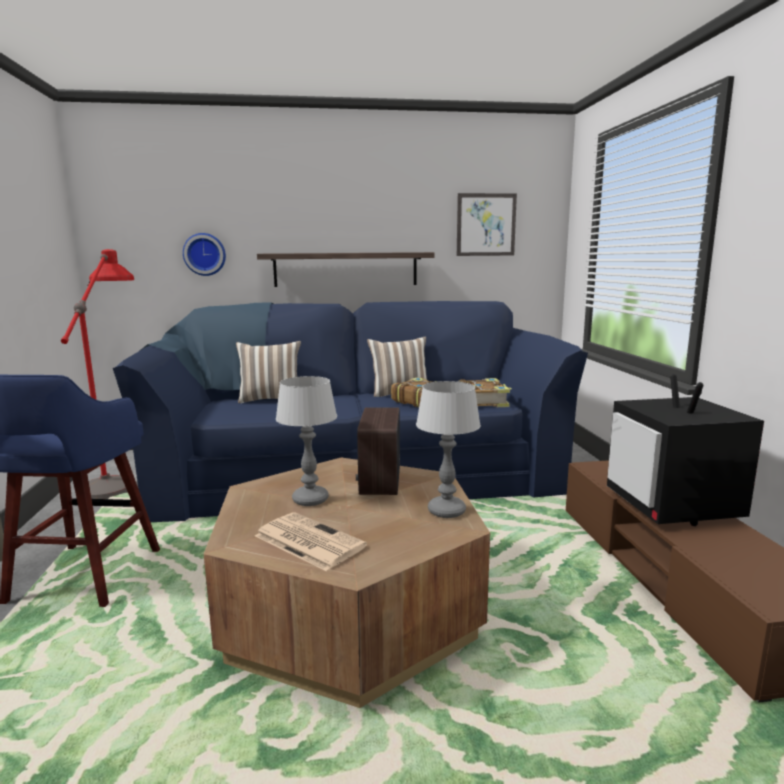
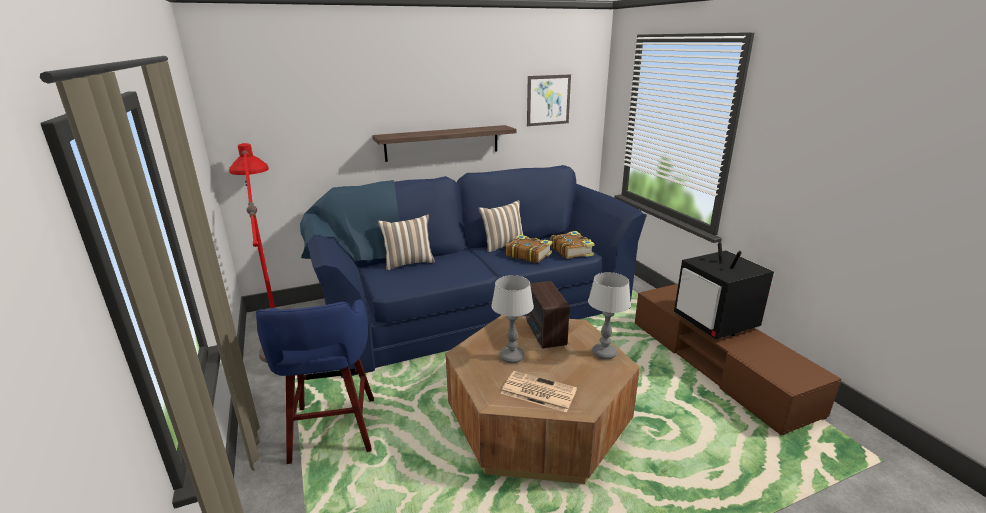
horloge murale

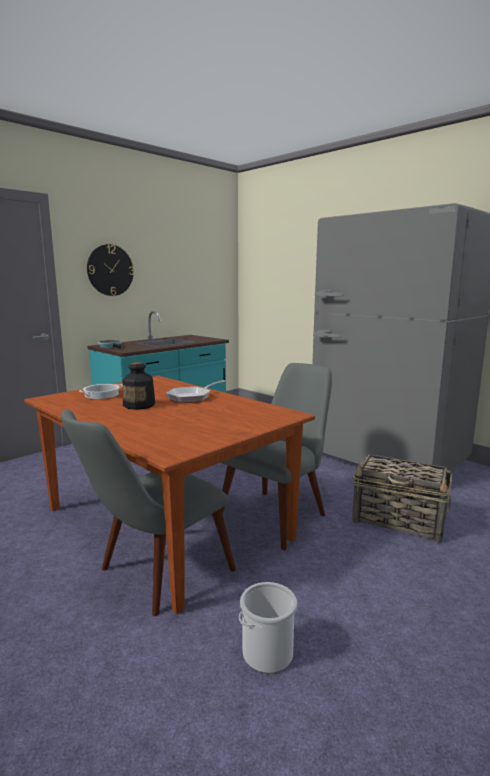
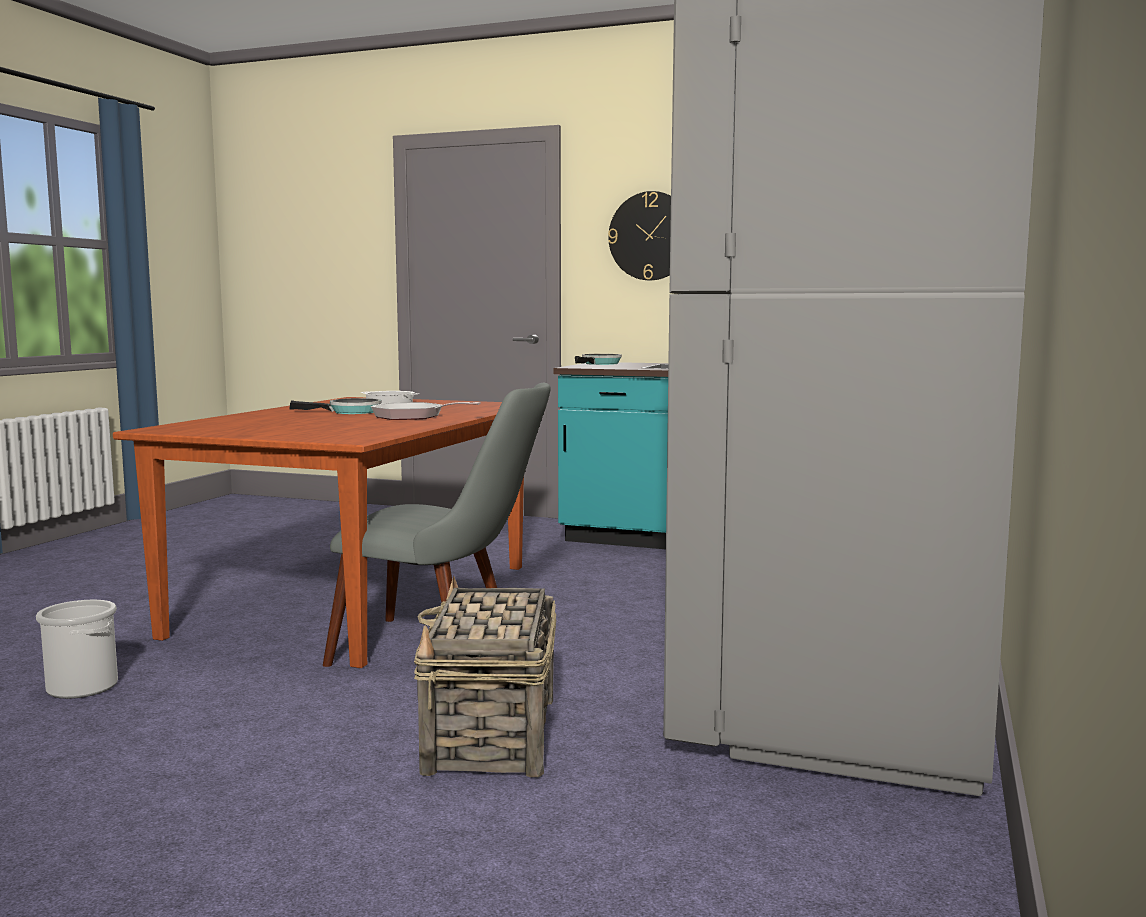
chaise (gris) (no. 1 from left in the first image); poêle (no. 1 from left)

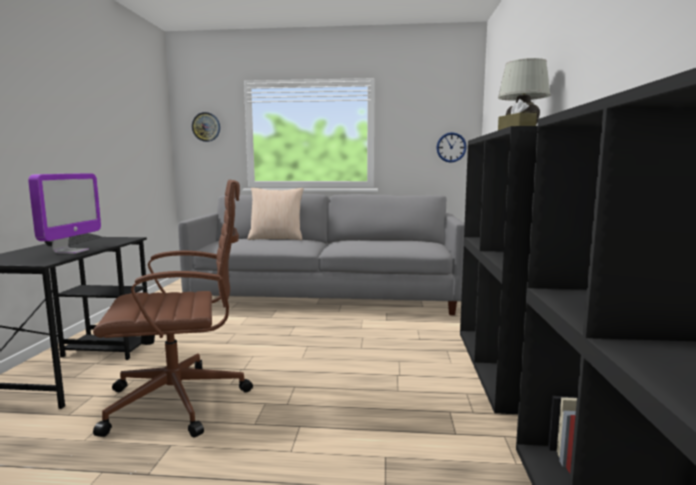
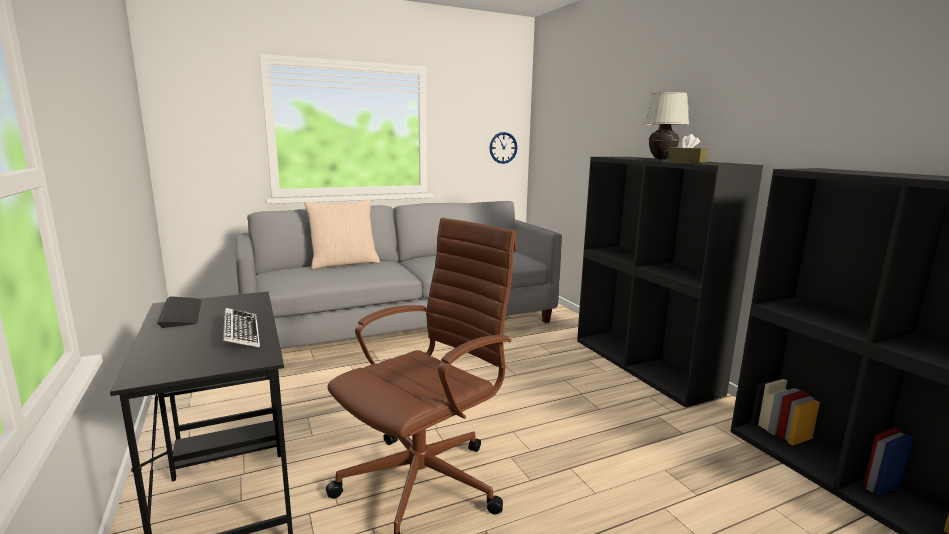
horloge murale (no. 1 from left in the first image); clavier (no. 2 from left)

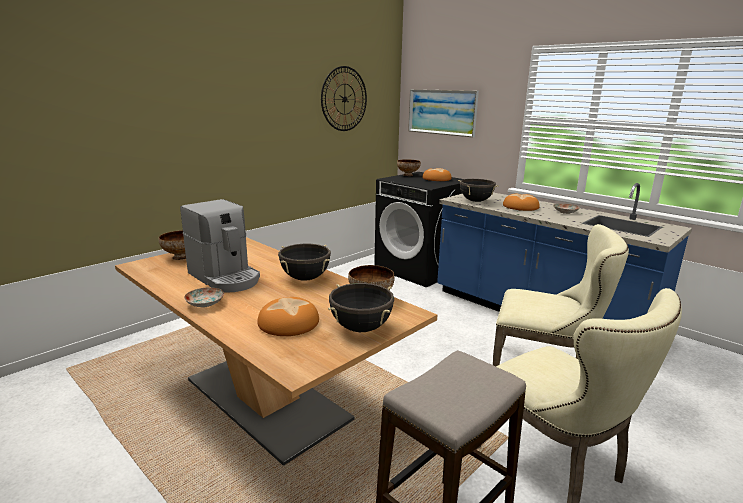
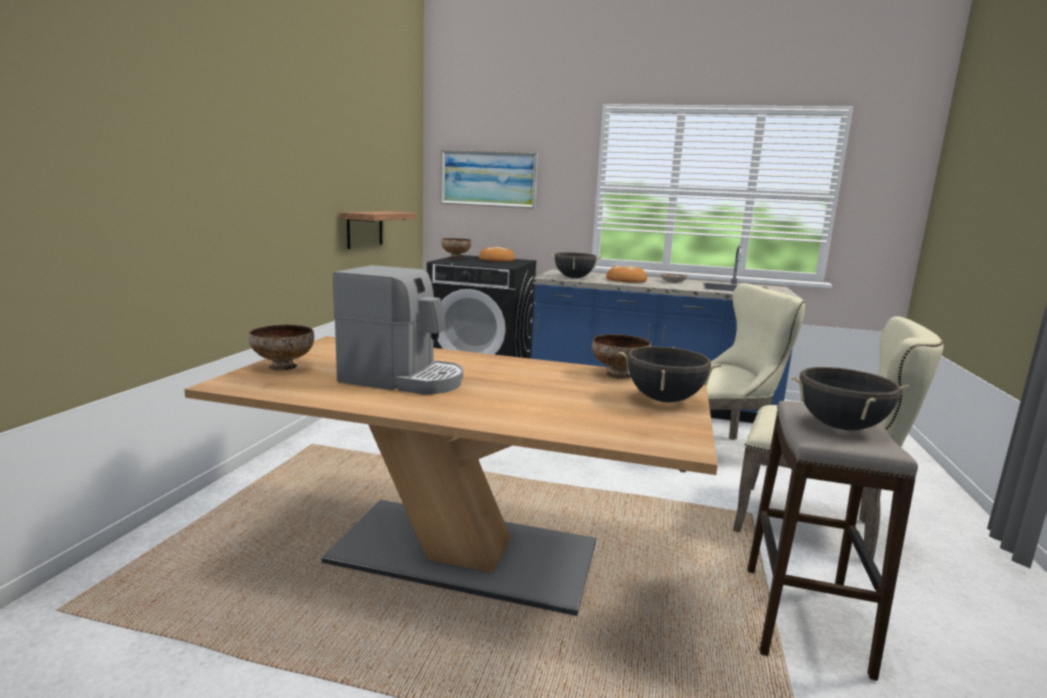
assiette (no. 1 from left in the first image); pain (no. 1 from left in the first image); horloge murale; étagère; marmite (noir) (no. 3 from left)

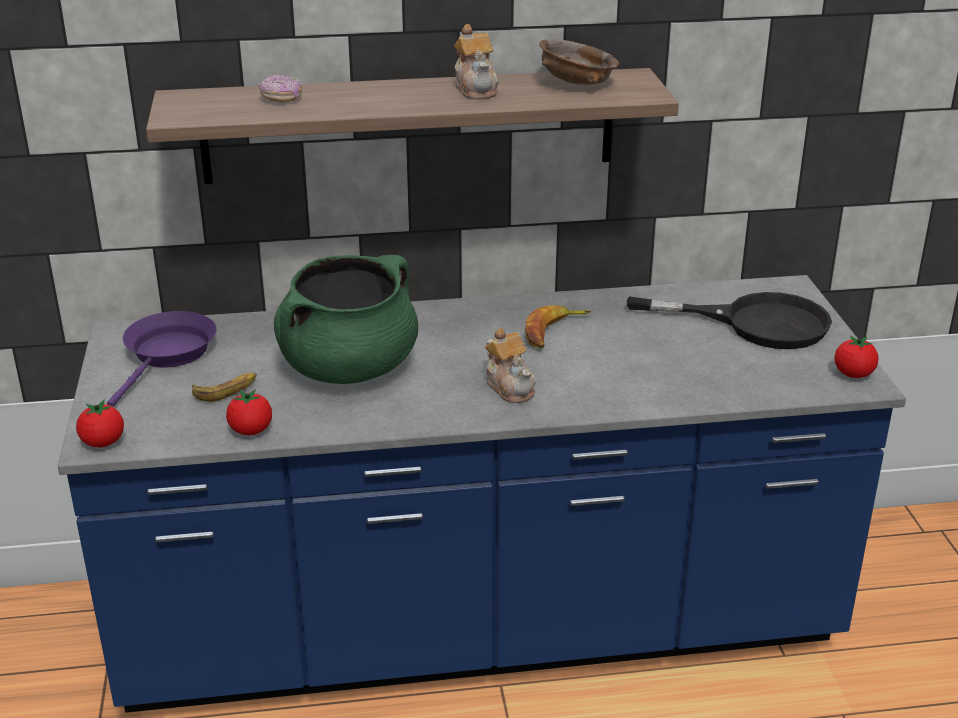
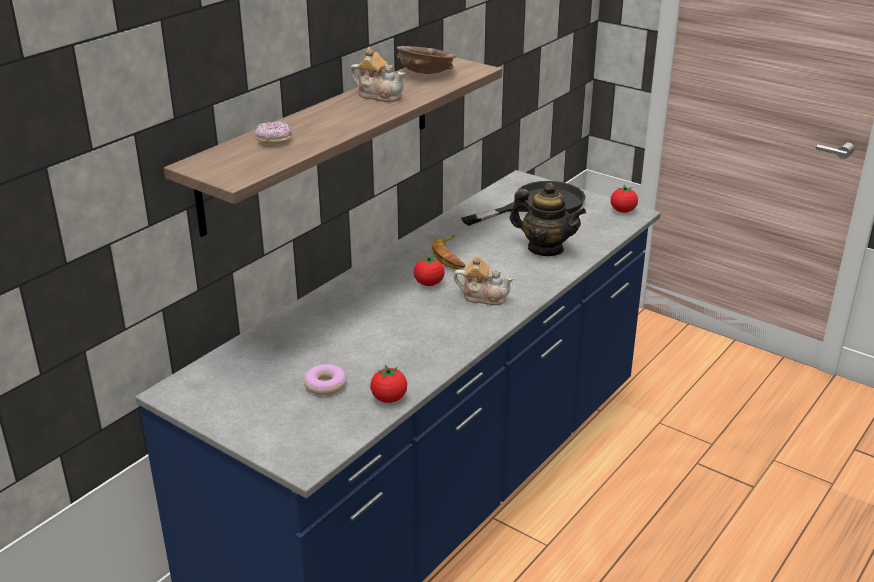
poêle (violet); marmite (vert); théière (no. 3 from left); tomate (no. 2 from left); beignet (no. 2 from left)

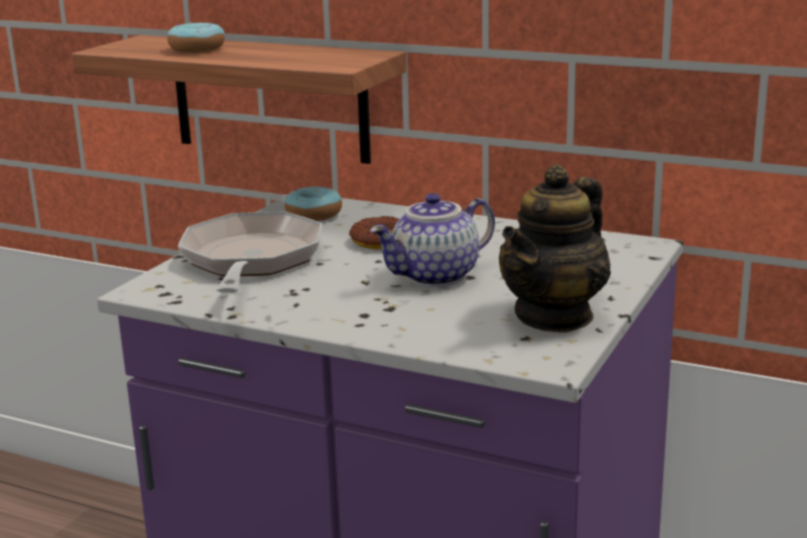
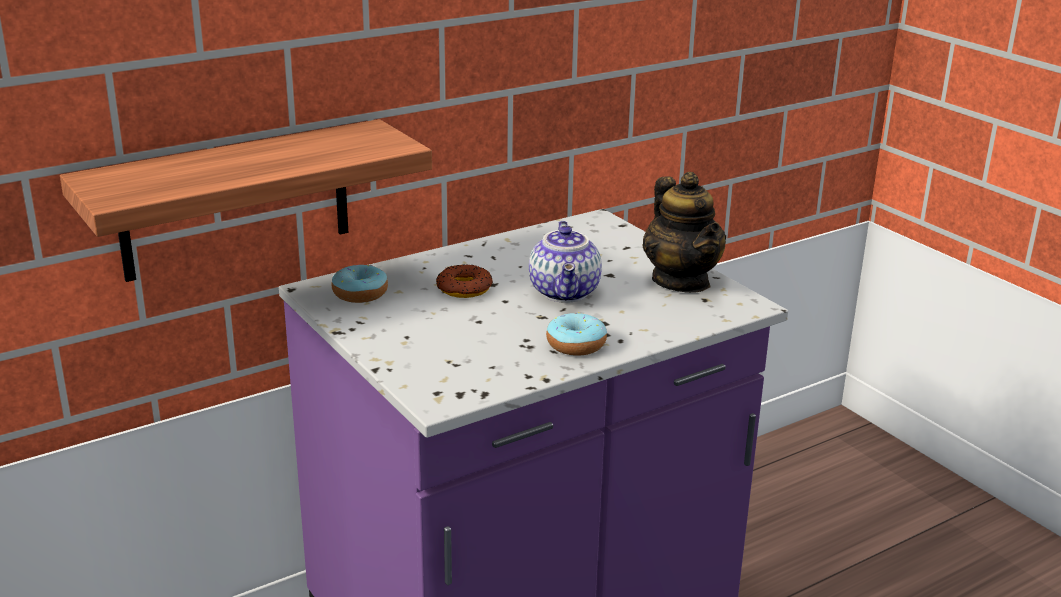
poêle; beignet (no. 3 from left)

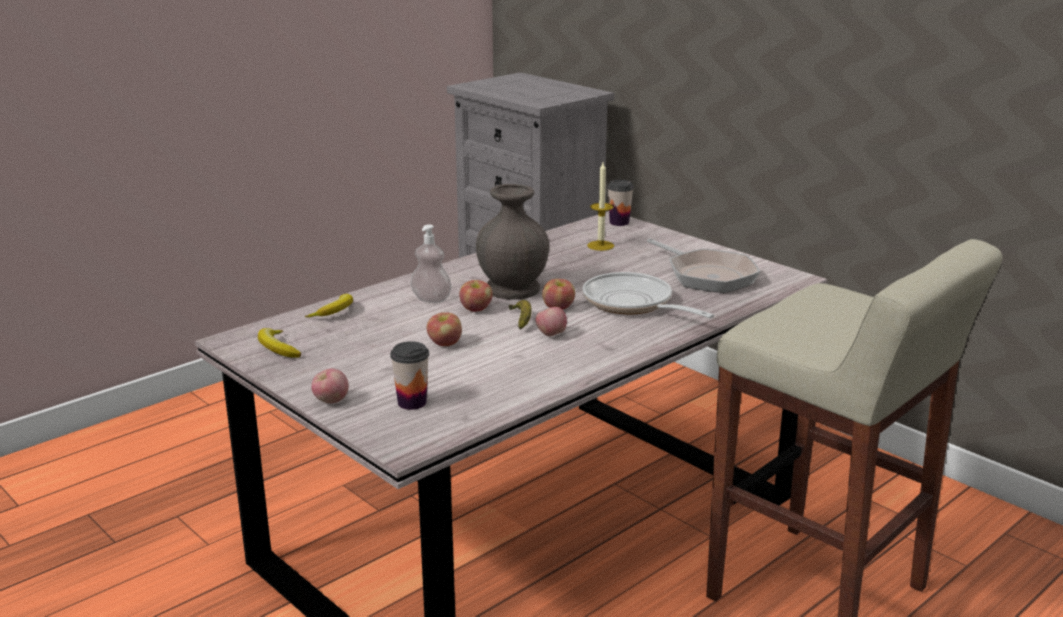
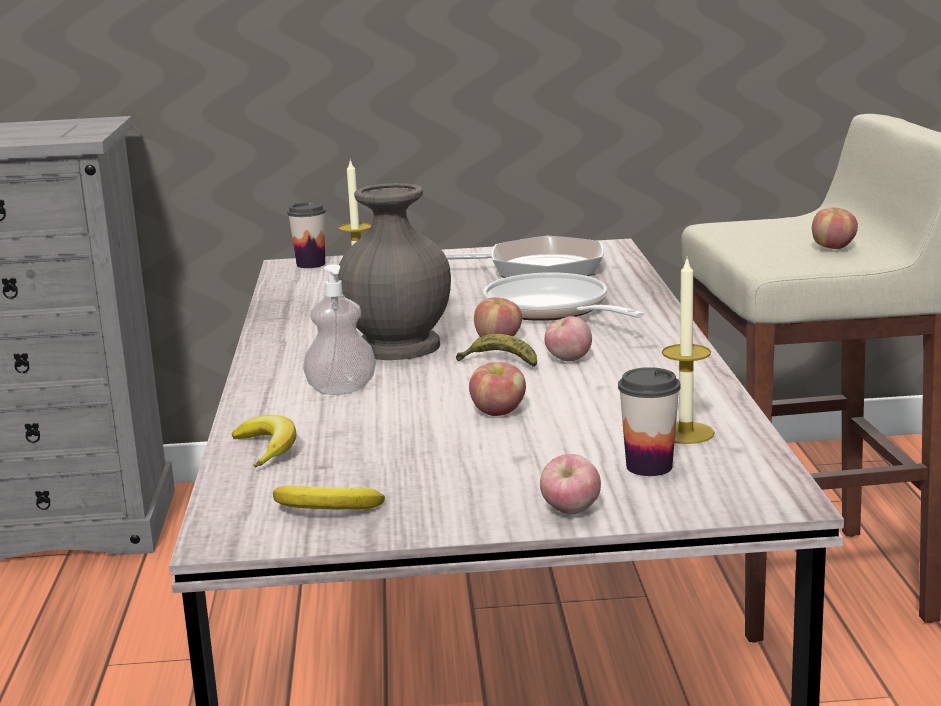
bougie (no. 2 from left); pomme (no. 5 from left); poêle (no. 2 from left)

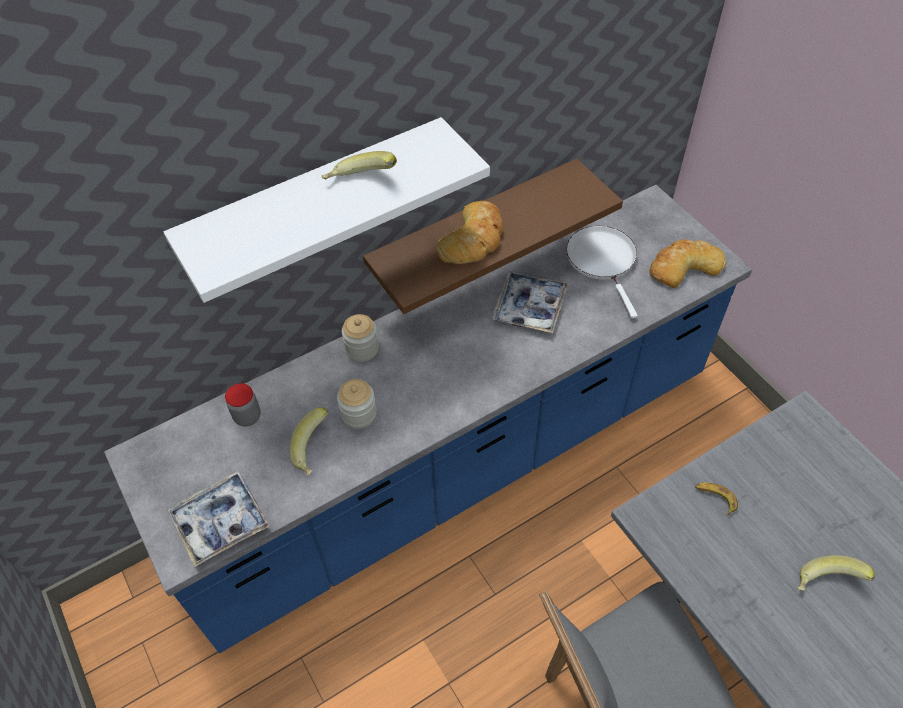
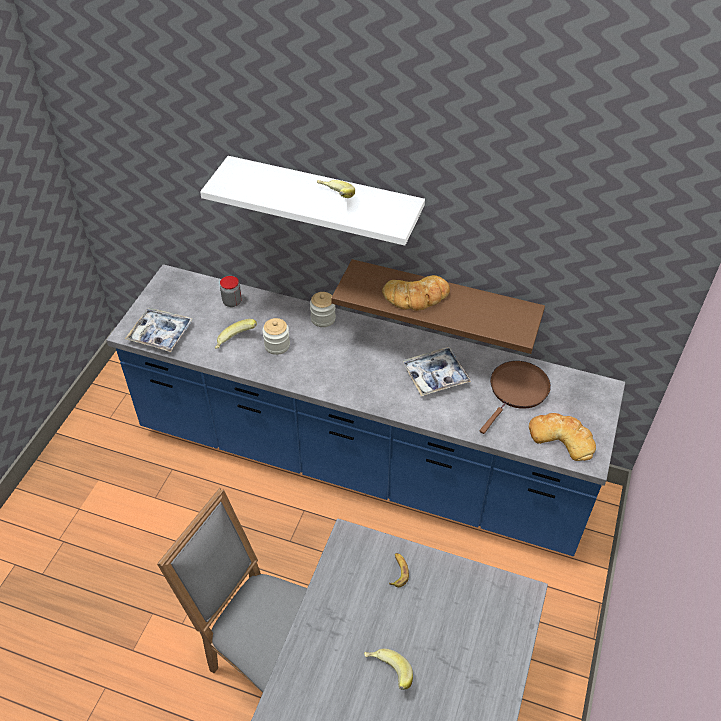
poêle (marron)

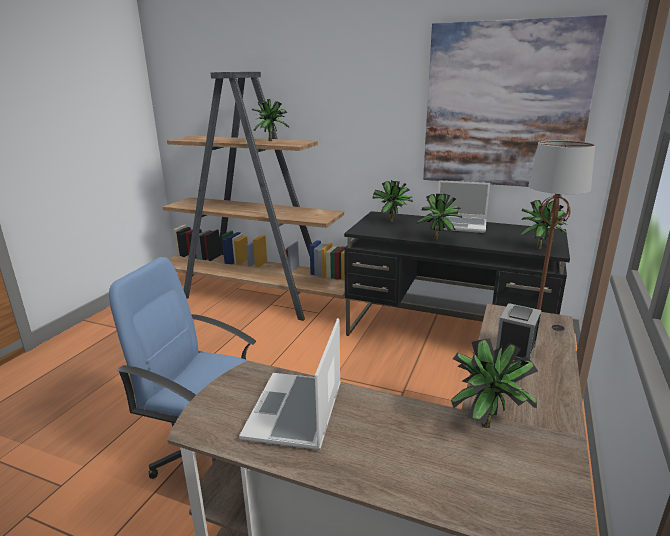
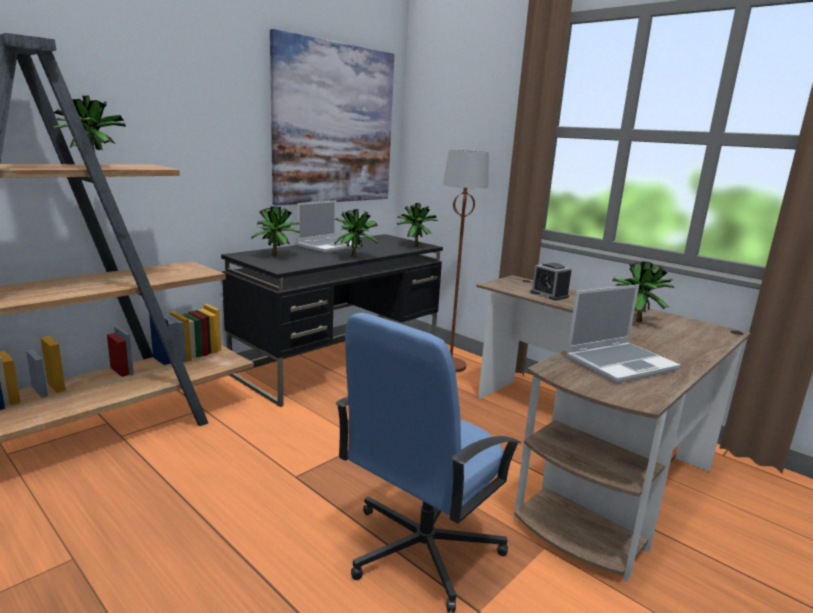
ordinateur portable (no. 2 from left)

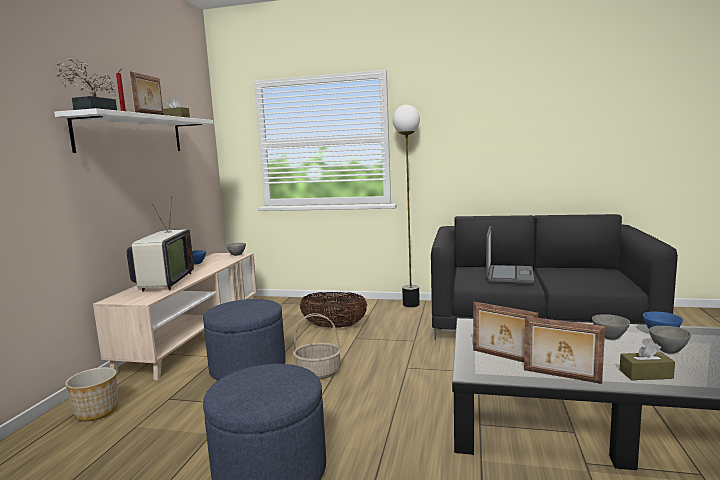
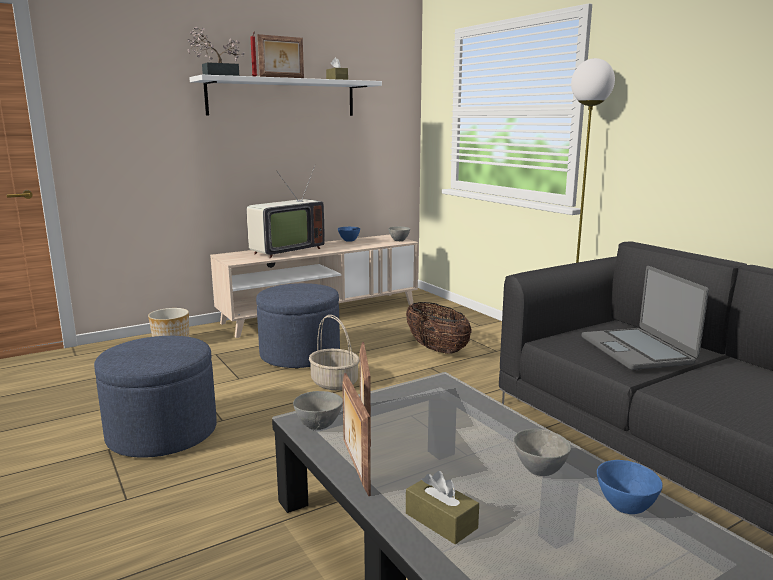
bol (gris) (no. 1 from left); ordinateur portable

